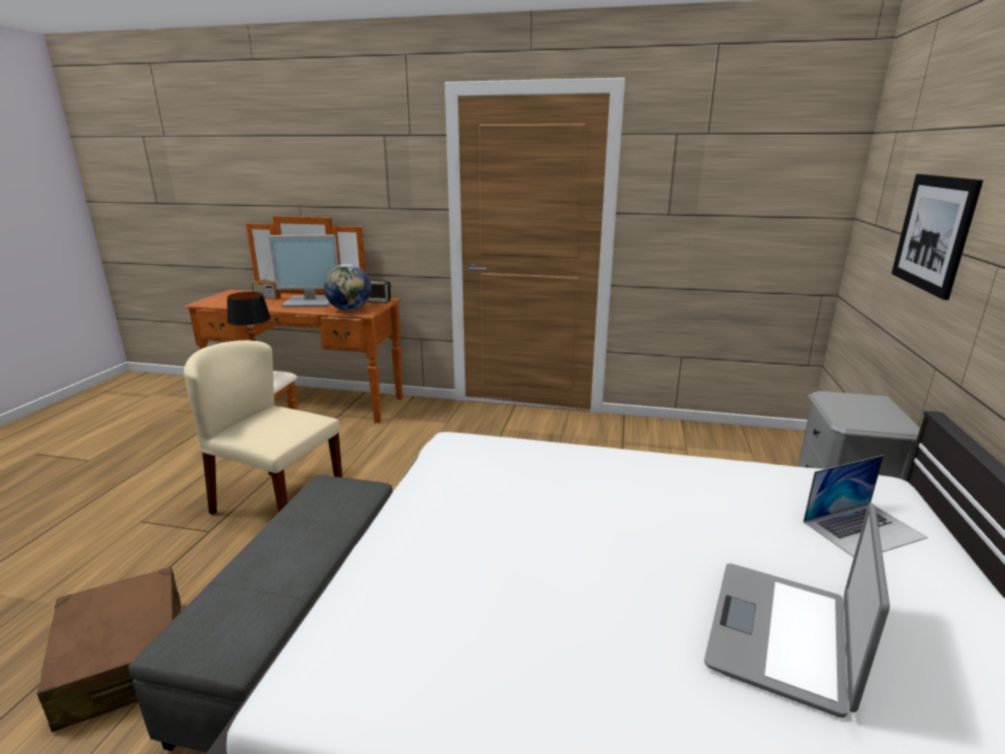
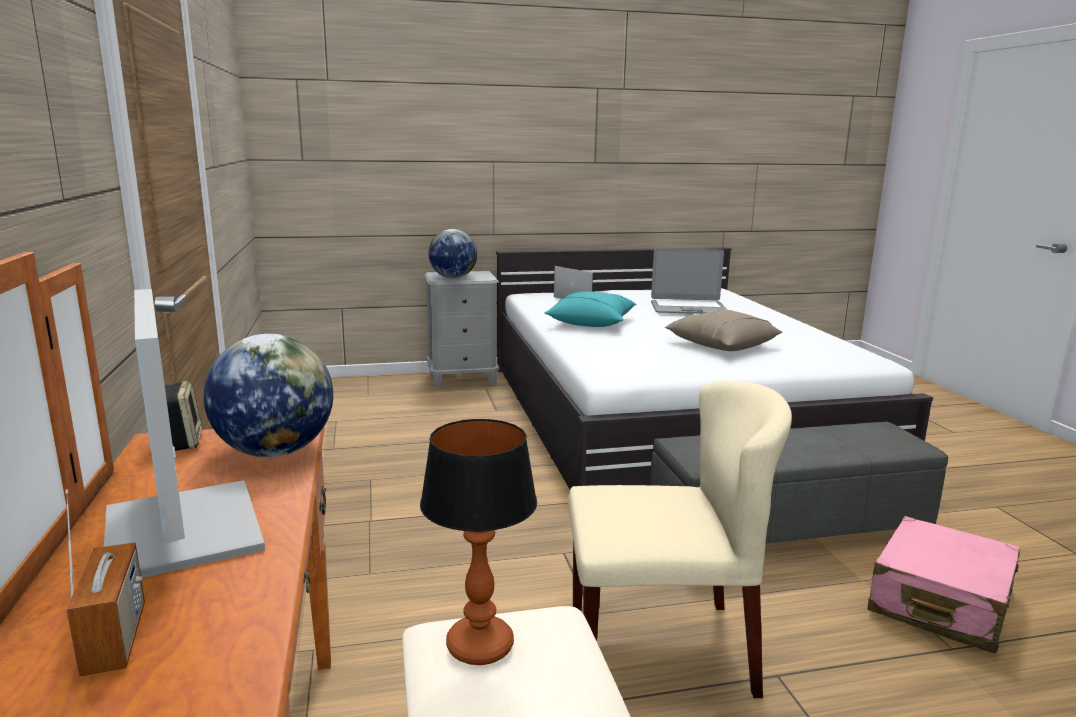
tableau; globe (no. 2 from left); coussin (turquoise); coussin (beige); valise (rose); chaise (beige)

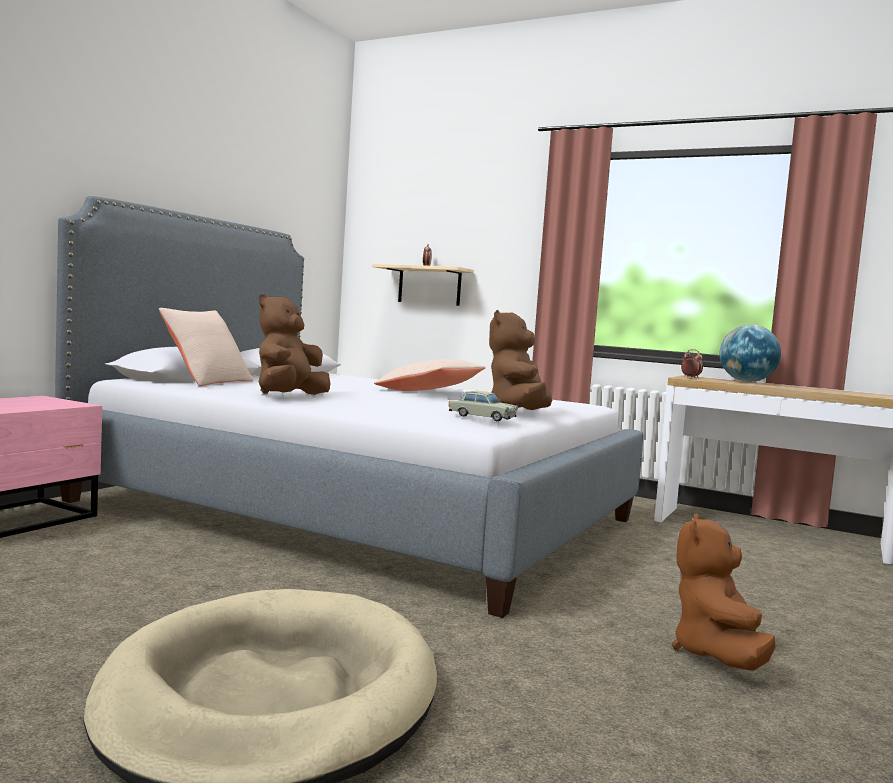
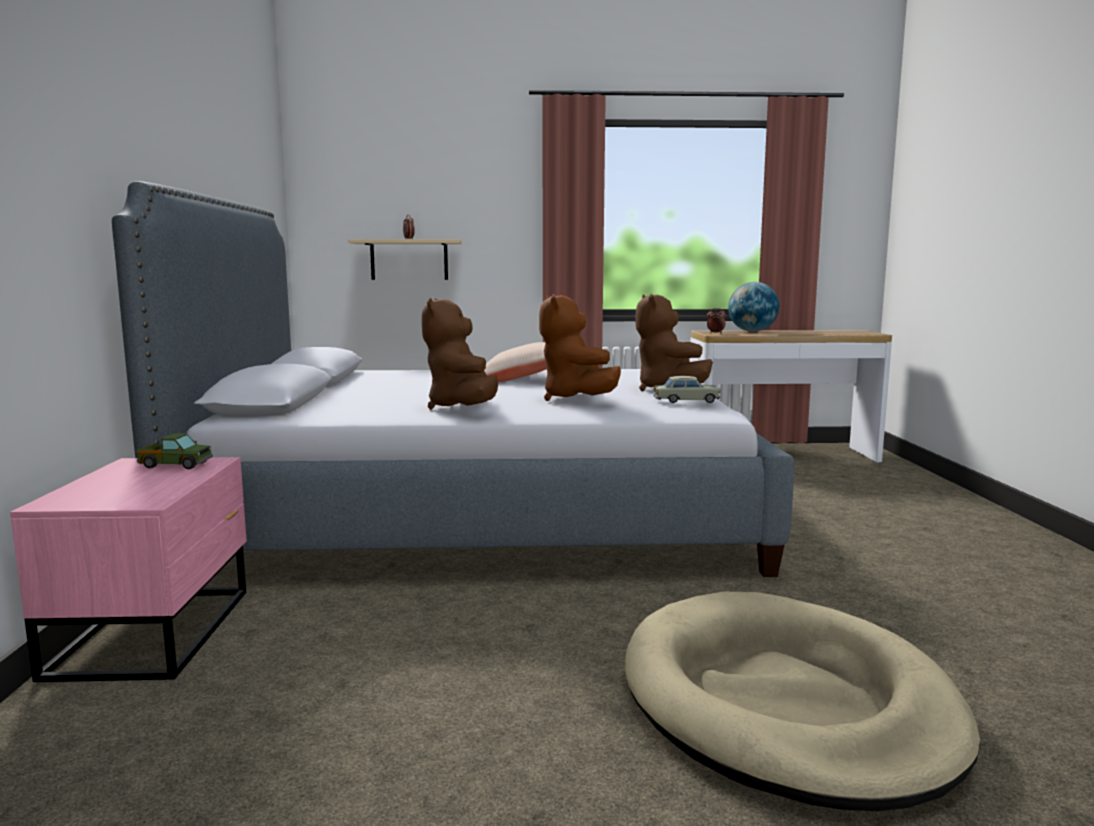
coussin (beige) (no. 1 from left in the first image); camion jouet; peluche (marron) (no. 2 from left)

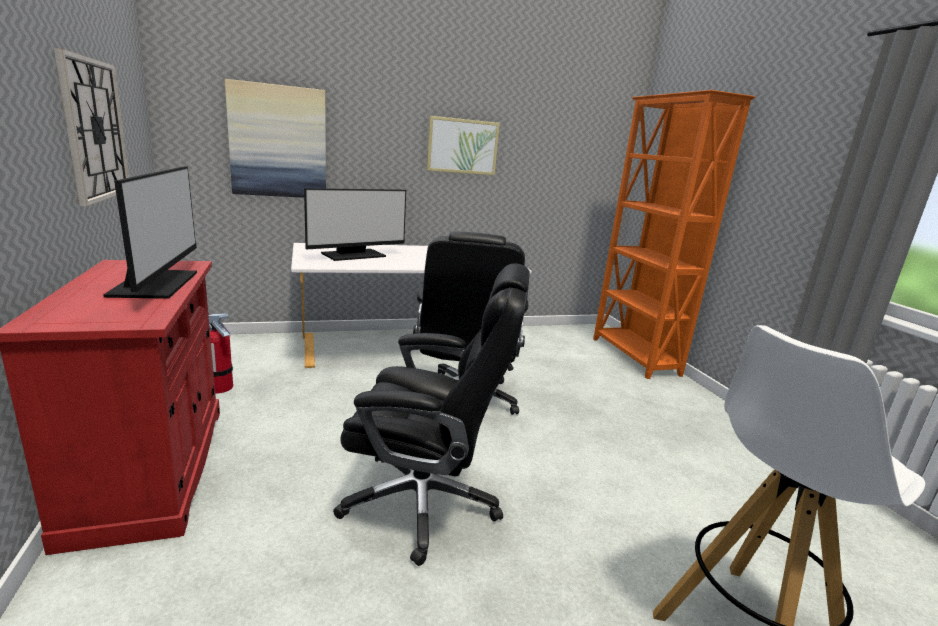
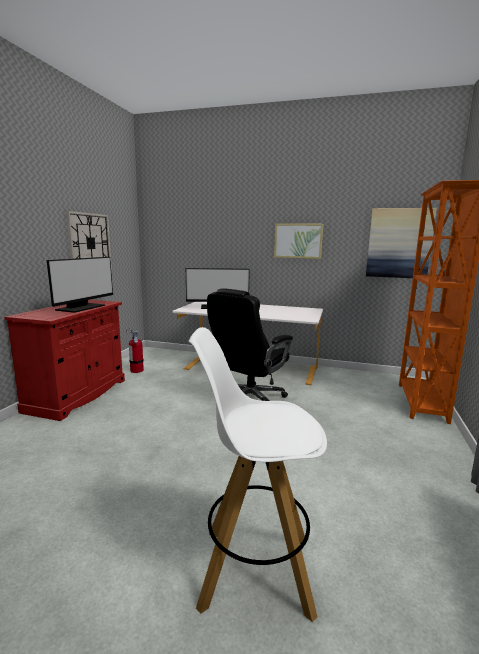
chaise de bureau (noir) (no. 1 from left in the first image); tableau (no. 2 from left)

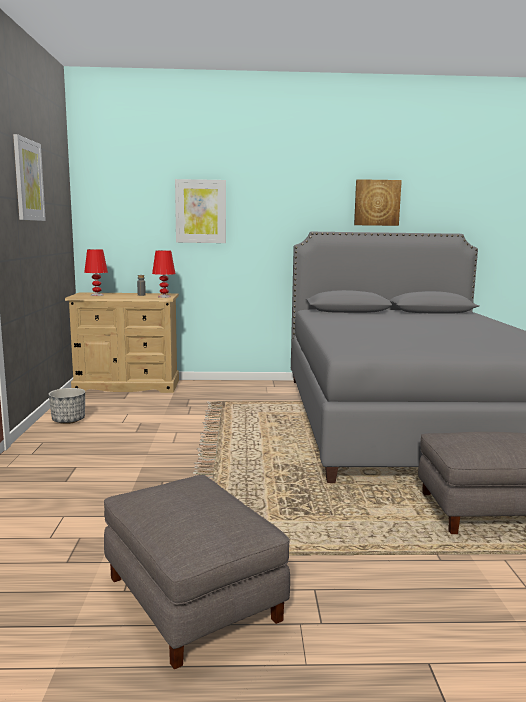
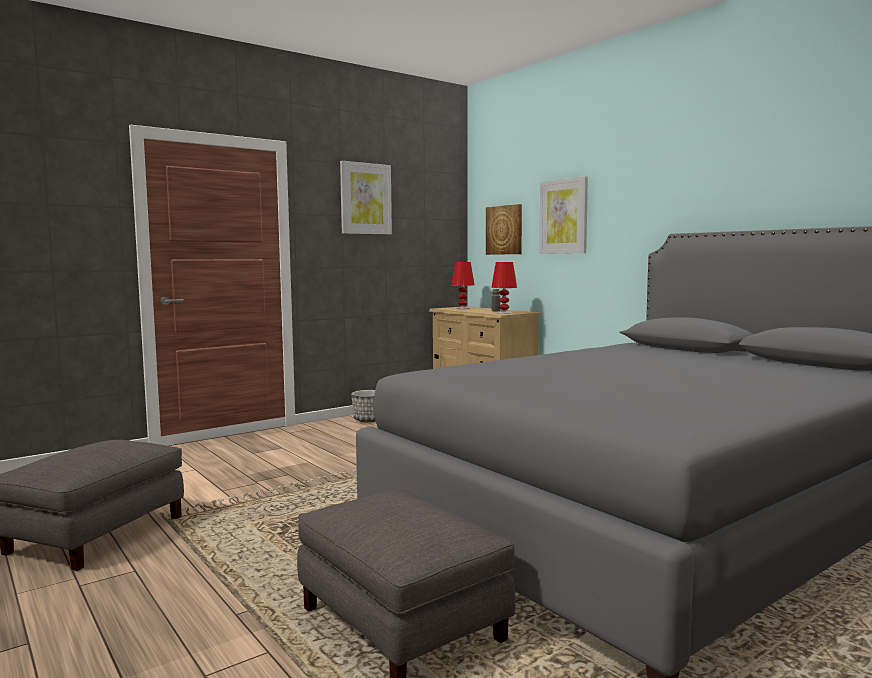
tableau (no. 2 from left)

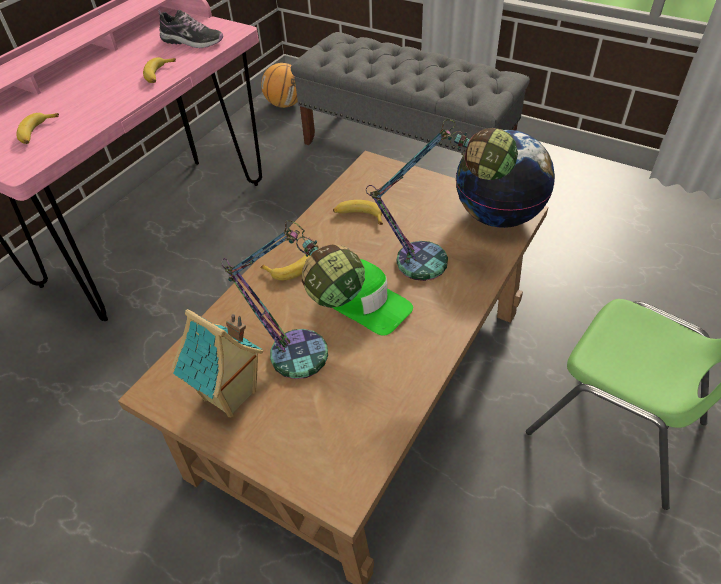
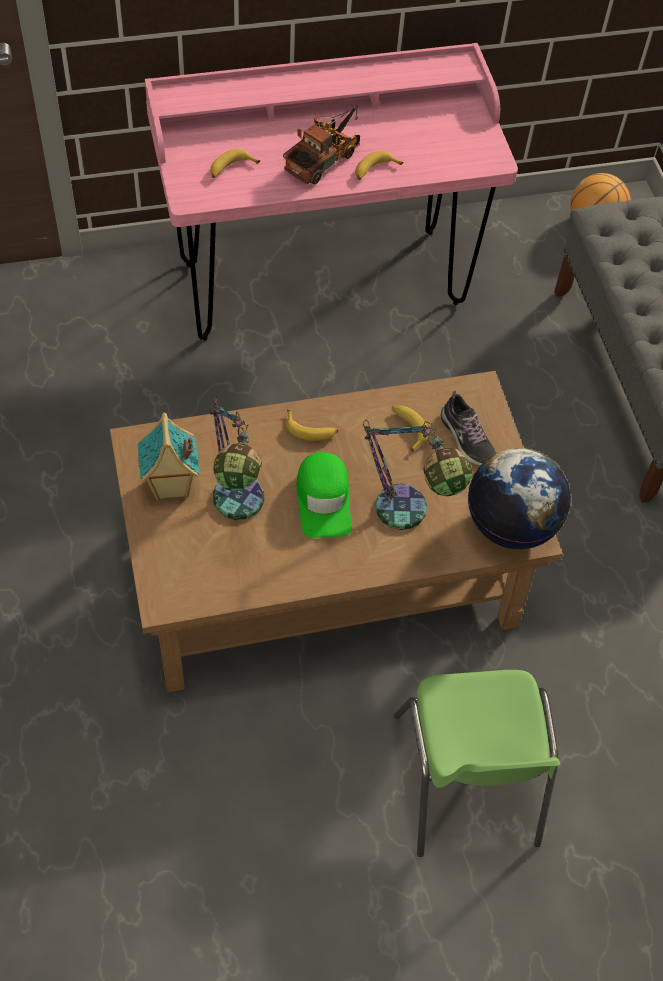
camion jouet; chaussure

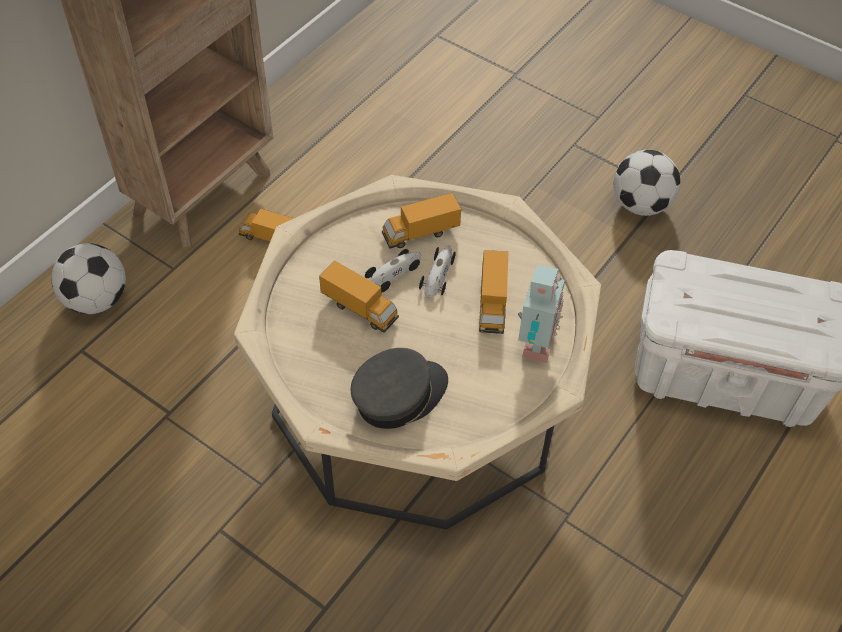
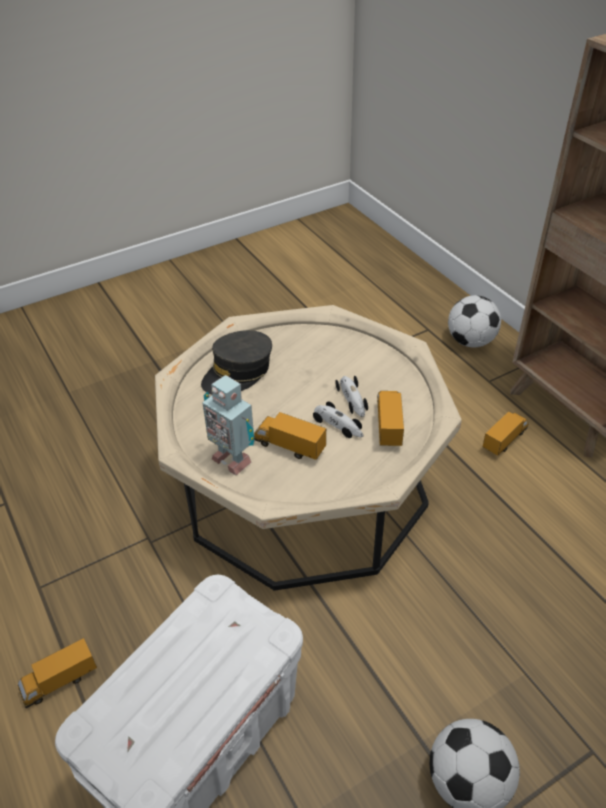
camion jouet (no. 1 from left); casquette (gris)

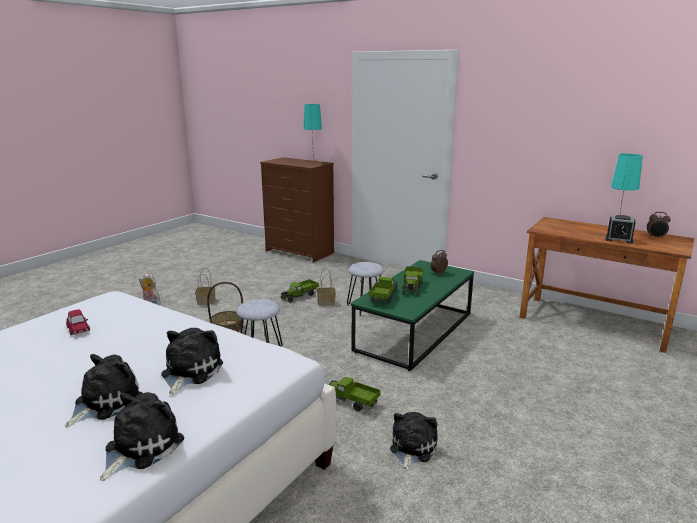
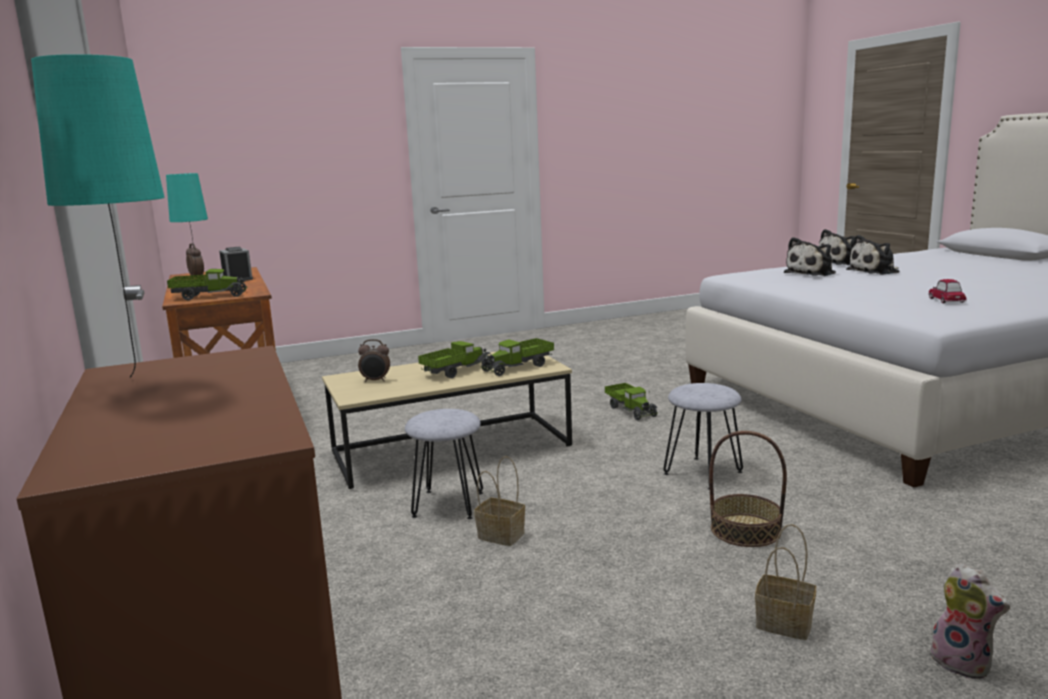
peluche (no. 5 from left in the first image); camion jouet (no. 1 from left); table basse (beige)

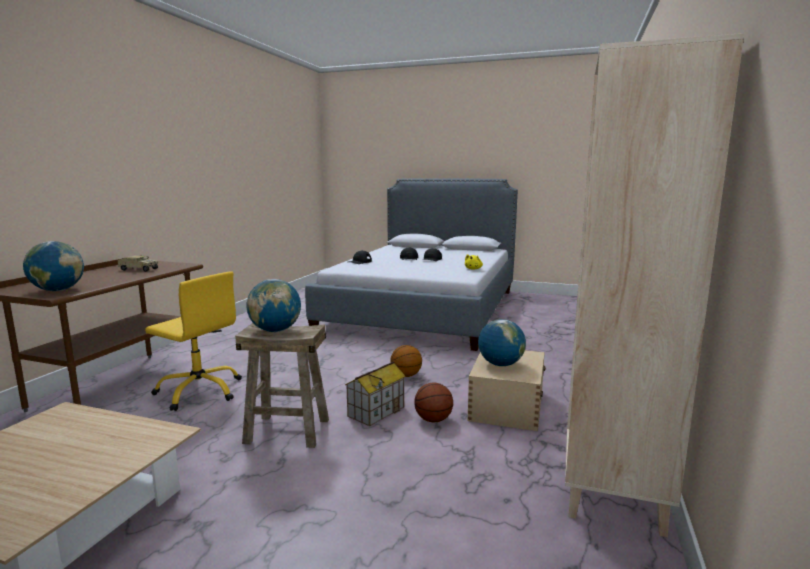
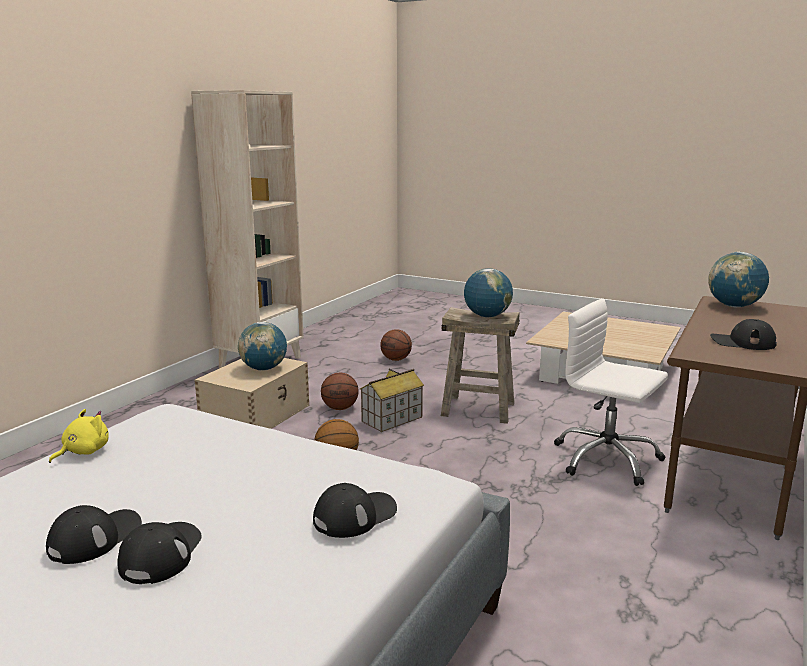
ballon de basket (no. 3 from left); casquette (noir) (no. 4 from left); chaise de bureau (blanc)

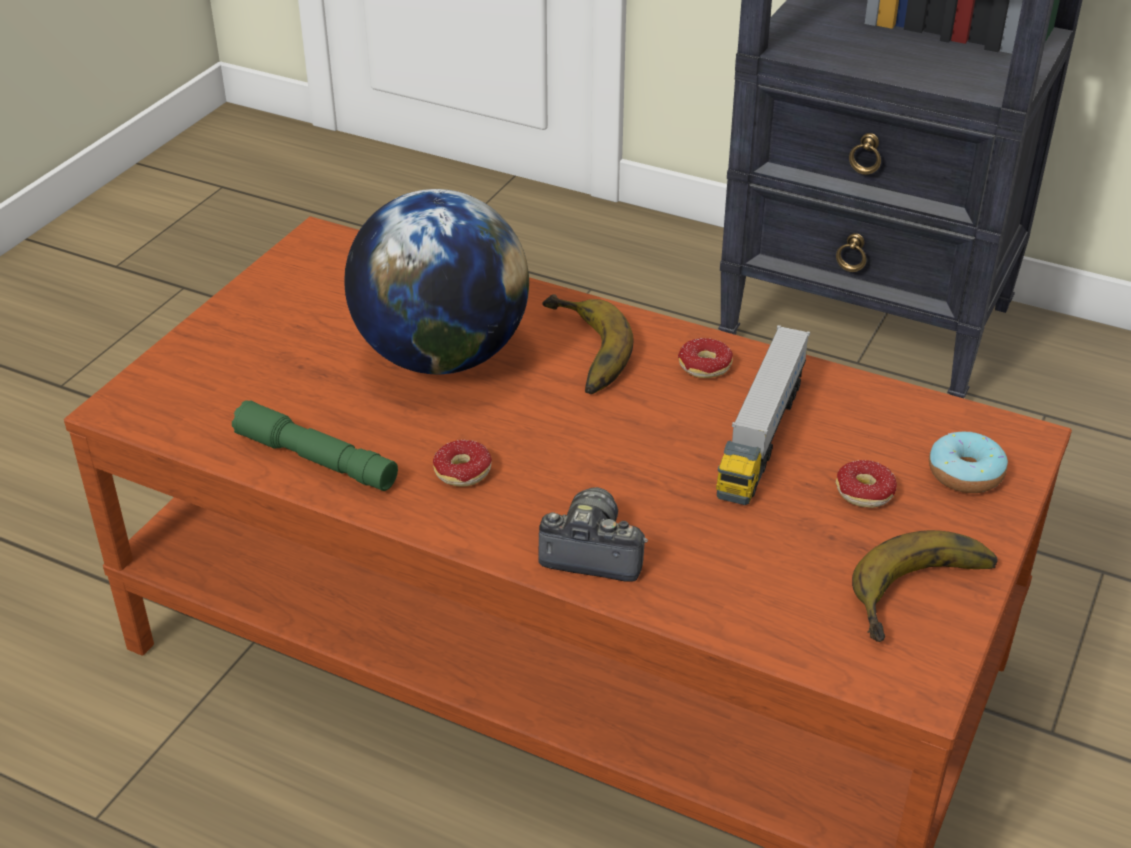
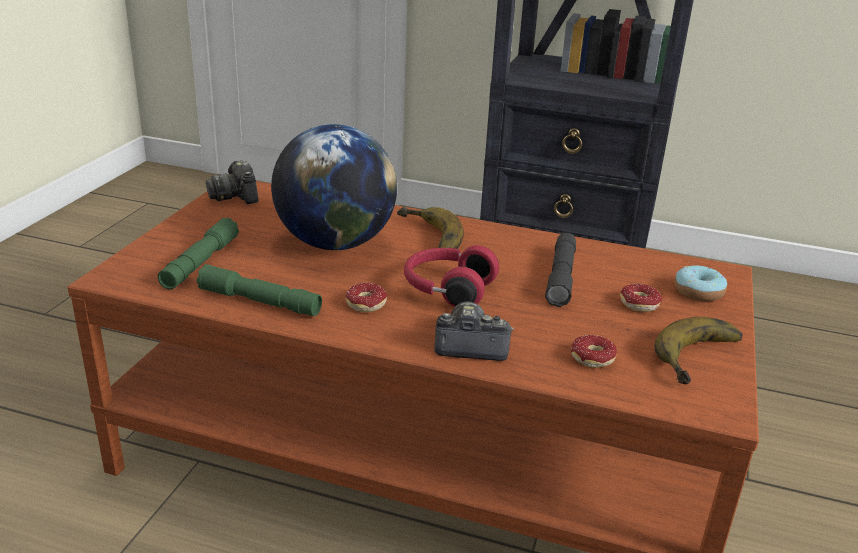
lampe de poche (vert) (no. 1 from left); appareil photo (no. 1 from left); casque audio (rouge); beignet (no. 2 from left); lampe de poche (gris)

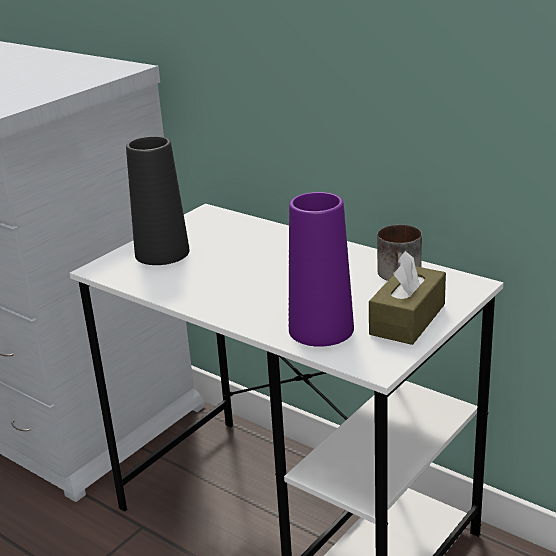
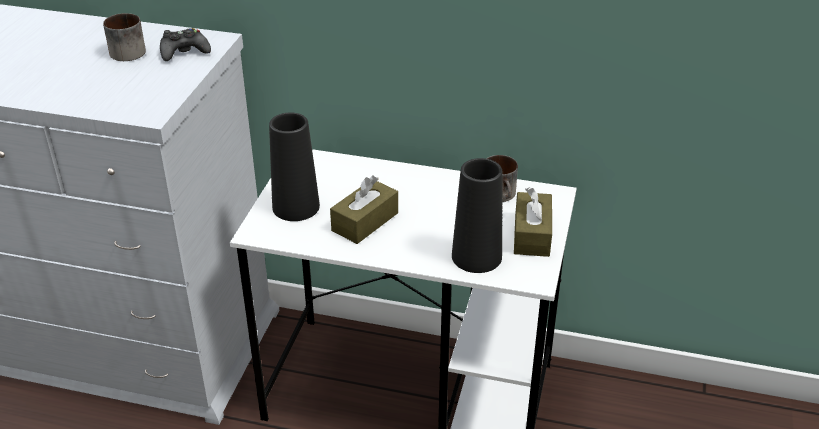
mug (no. 1 from left); manette (noir); boîte à mouchoirs (marron) (no. 1 from left); vase (noir) (no. 2 from left)

